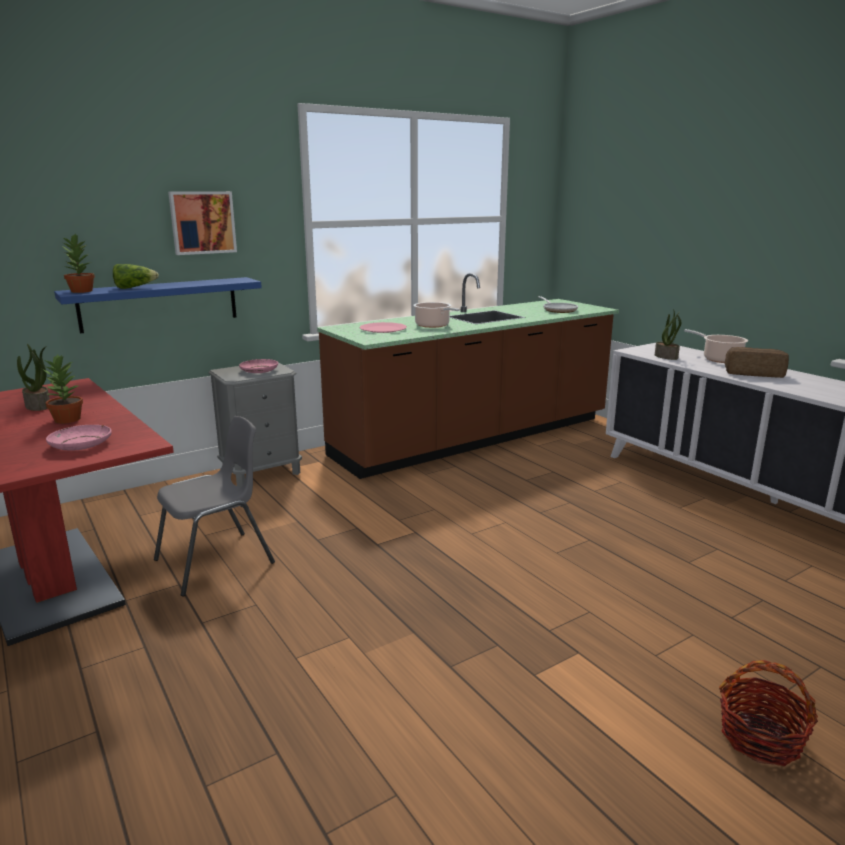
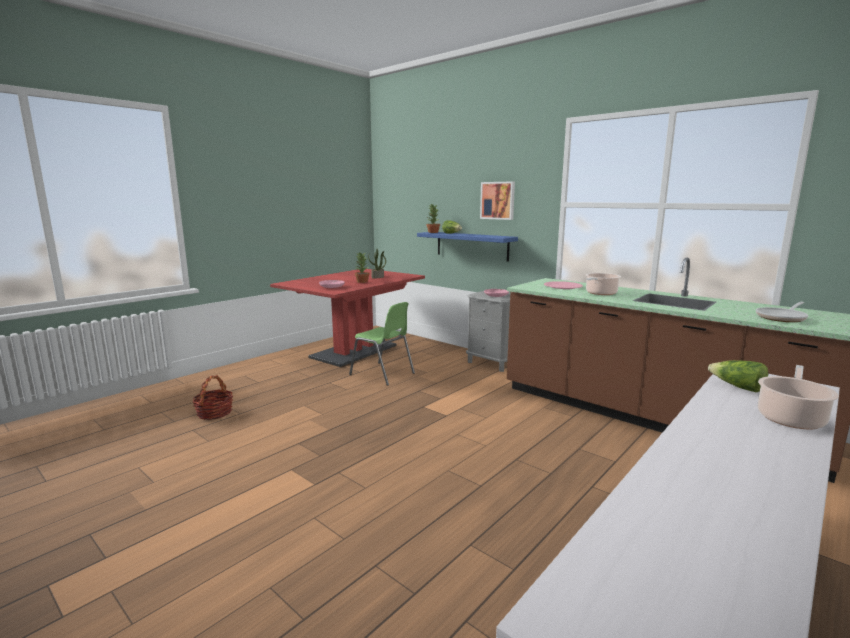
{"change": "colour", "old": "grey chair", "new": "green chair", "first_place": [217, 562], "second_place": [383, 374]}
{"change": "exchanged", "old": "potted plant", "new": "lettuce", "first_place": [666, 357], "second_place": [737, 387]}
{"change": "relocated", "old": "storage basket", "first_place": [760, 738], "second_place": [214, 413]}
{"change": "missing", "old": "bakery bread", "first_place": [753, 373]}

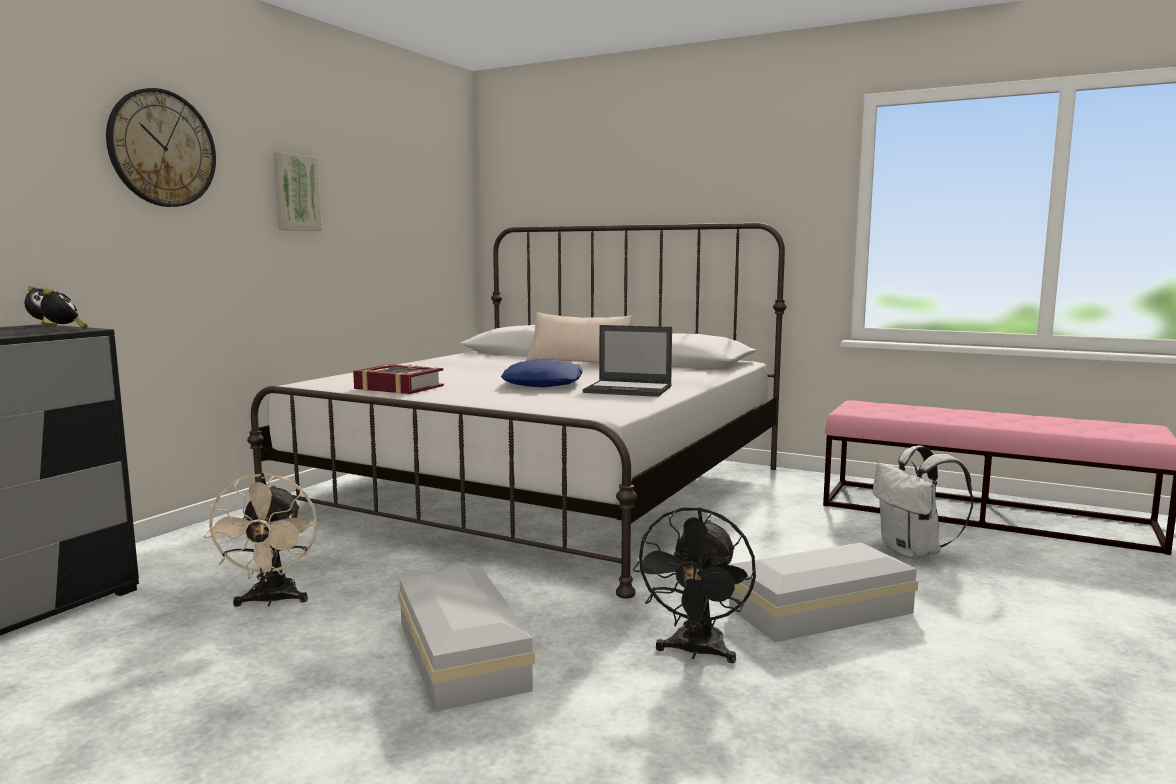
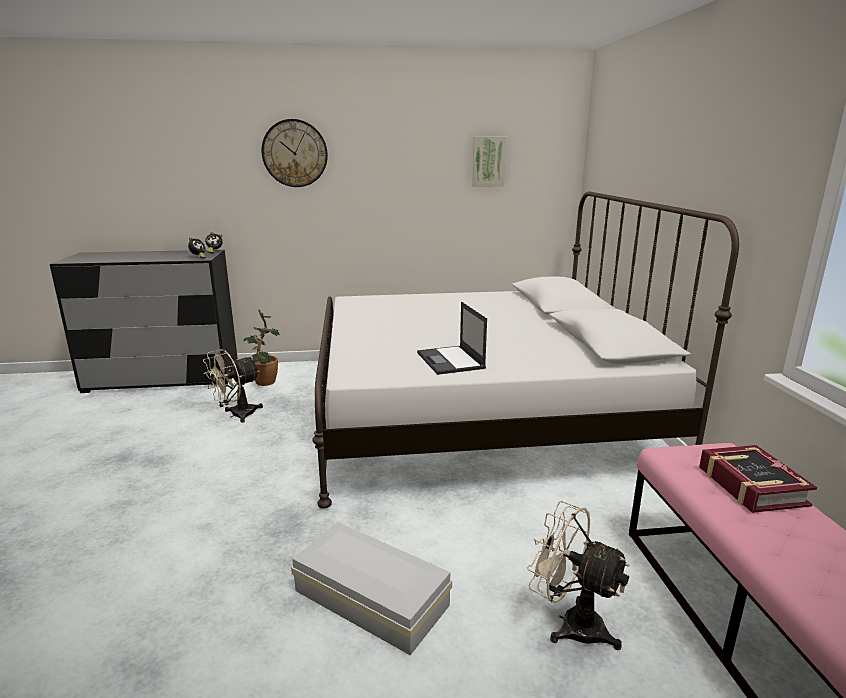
{"change": "relocated", "old": "picture", "first_place": [295, 193], "second_place": [488, 161]}
{"change": "relocated", "old": "book", "first_place": [398, 388], "second_place": [751, 486]}
{"change": "missing", "old": "white-coloured storage box", "first_place": [463, 653]}
{"change": "missing", "old": "bluish cushion", "first_place": [543, 384]}
{"change": "missing", "old": "beige-coloured cushion", "first_place": [578, 362]}
{"change": "missing", "old": "black electric fan", "first_place": [696, 652]}
{"change": "exchanged", "old": "white-coloured knapsack", "new": "beige-coloured electric fan", "first_place": [913, 552], "second_place": [571, 623]}
{"change": "appeared", "new": "potted plant", "second_place": [264, 384]}

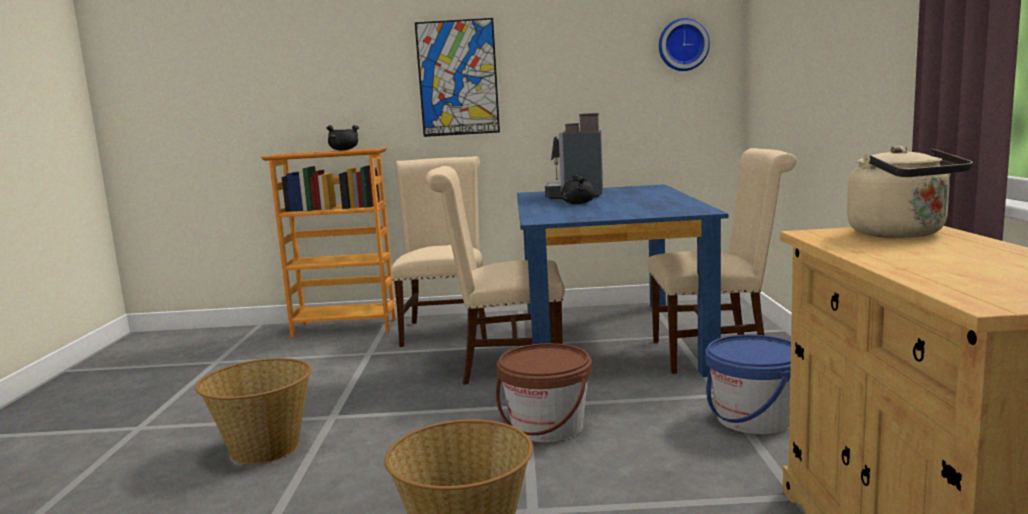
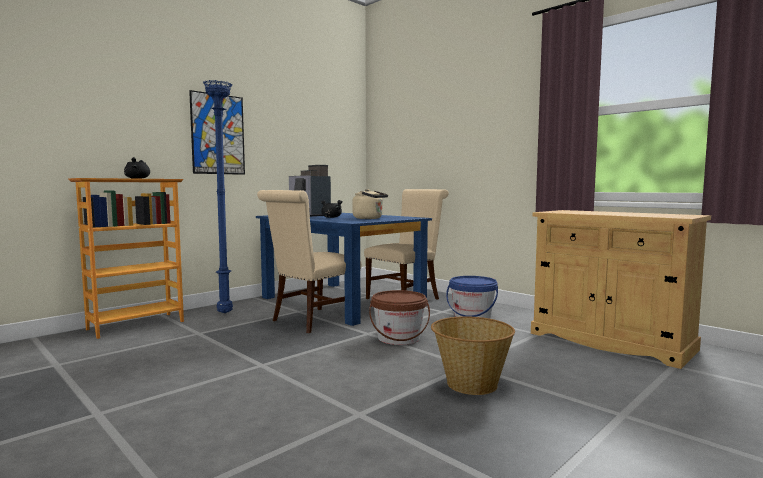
{"change": "missing", "old": "storage basket", "first_place": [264, 448]}
{"change": "exchanged", "old": "beige-coloured chair", "new": "bluish standing lamp", "first_place": [446, 329], "second_place": [226, 313]}
{"change": "missing", "old": "hanging clock", "first_place": [683, 45]}
{"change": "relocated", "old": "beige-coloured kettle", "first_place": [901, 234], "second_place": [369, 218]}

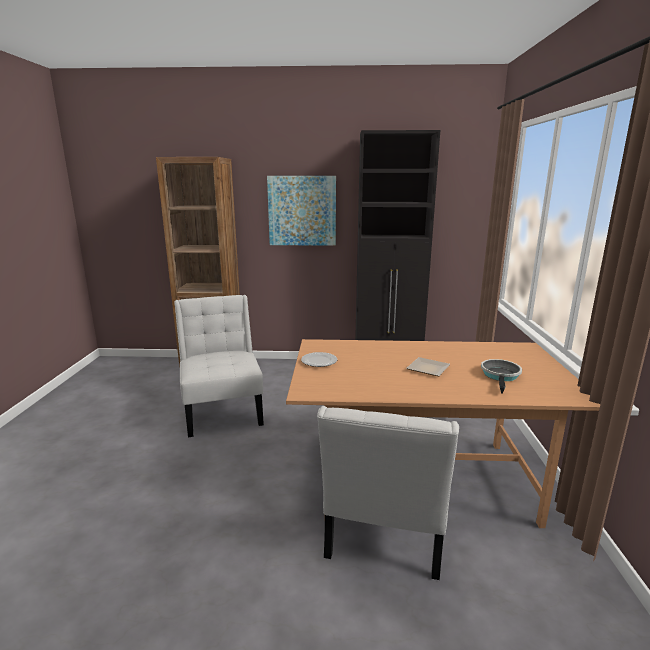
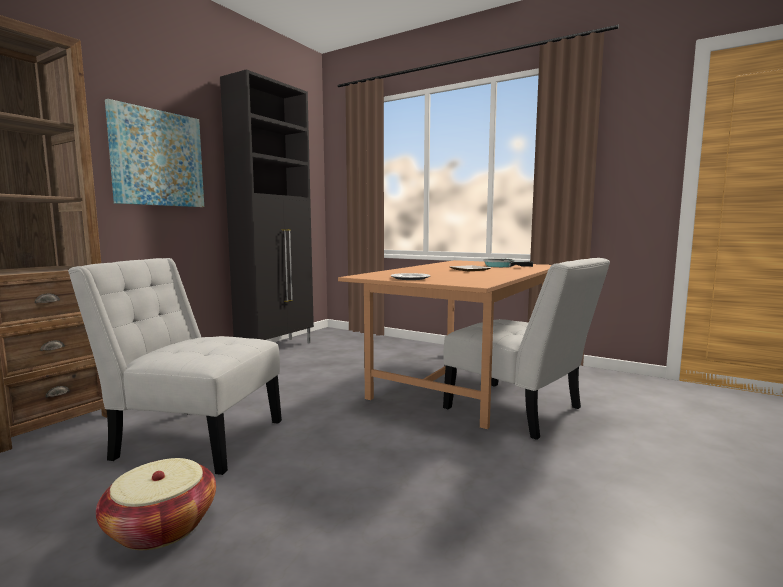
{"change": "appeared", "new": "storage basket", "second_place": [161, 526]}

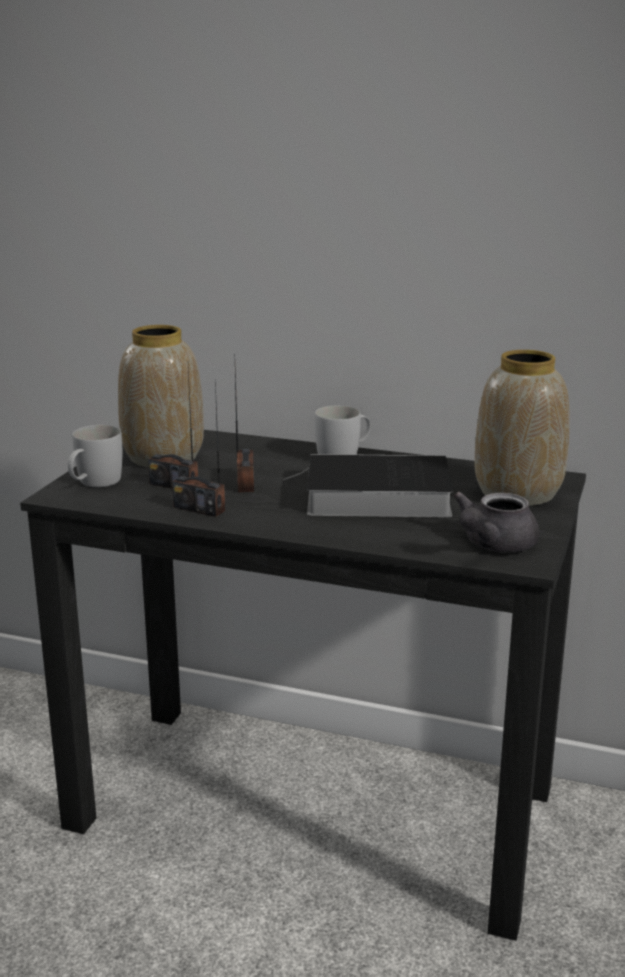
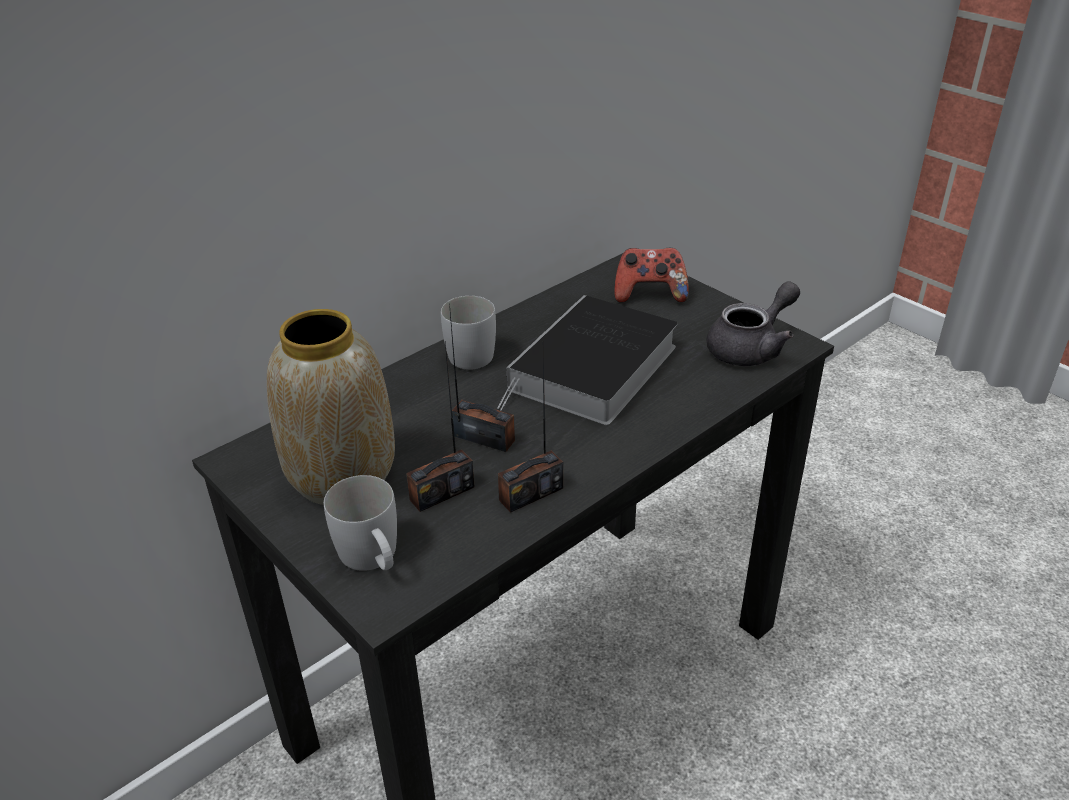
{"change": "spun", "old": "grey tea pot", "first_place": [493, 545], "second_place": [751, 348], "degrees": -105}
{"change": "exchanged", "old": "decorative vase", "new": "game controller", "first_place": [519, 493], "second_place": [650, 294]}

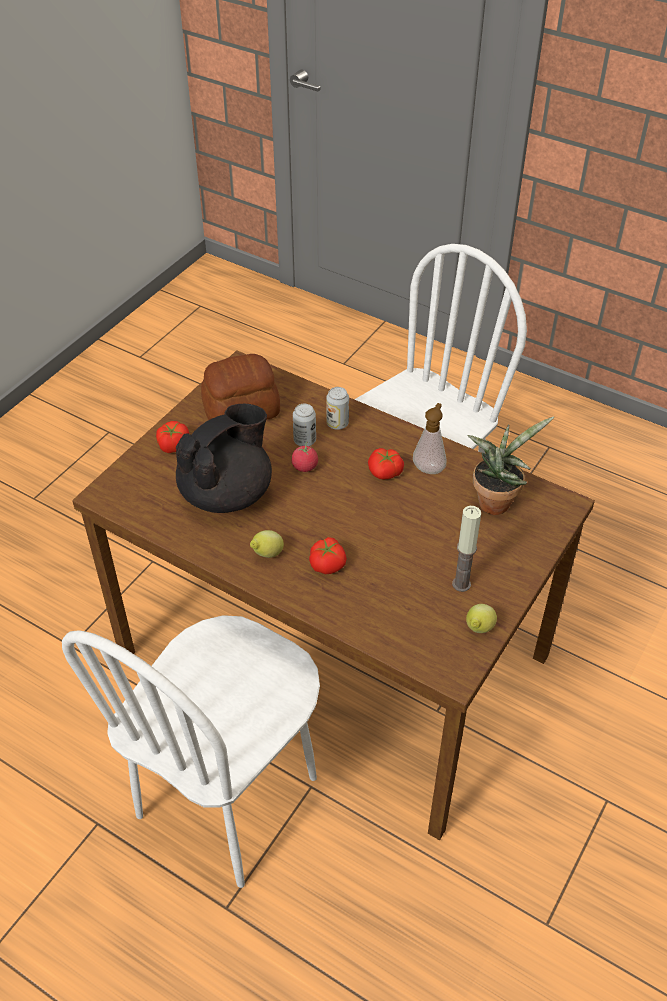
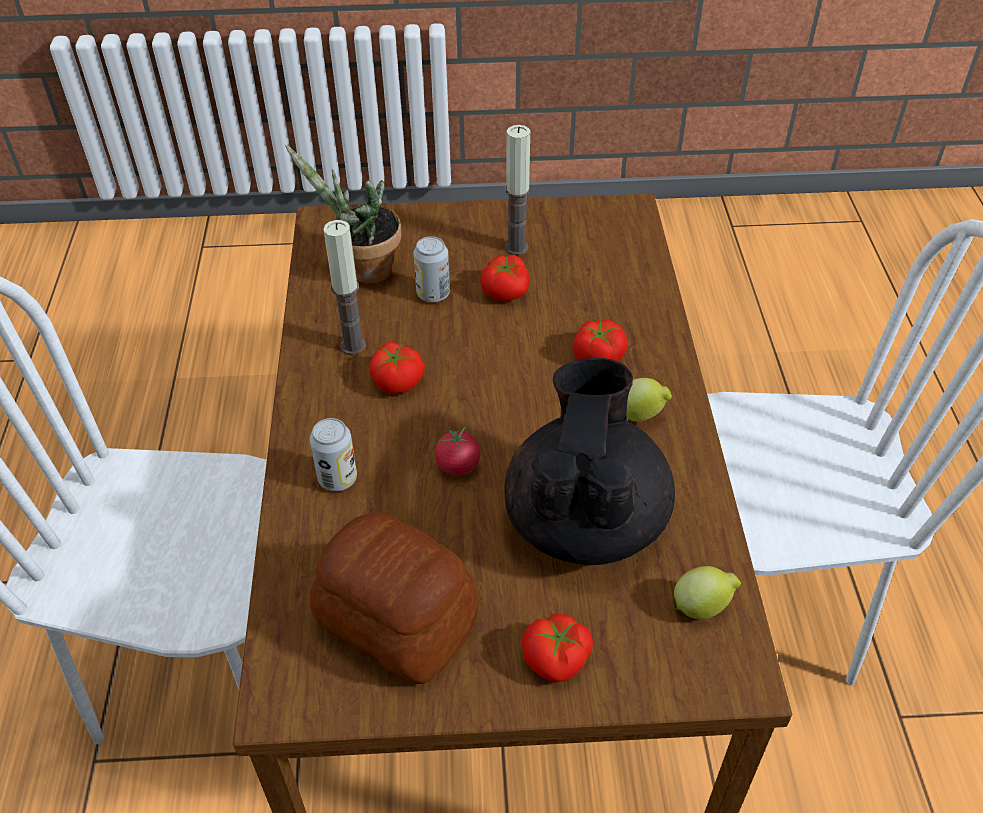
{"change": "spun", "old": "black tea pot", "first_place": [227, 493], "second_place": [585, 519], "degrees": 90}
{"change": "relocated", "old": "metal can", "first_place": [304, 440], "second_place": [433, 294]}
{"change": "exchanged", "old": "soap dispenser", "new": "wax light", "first_place": [429, 467], "second_place": [353, 346]}
{"change": "relocated", "old": "whole lemon", "first_place": [478, 629], "second_place": [702, 607]}
{"change": "appeared", "new": "tomato", "second_place": [506, 291]}

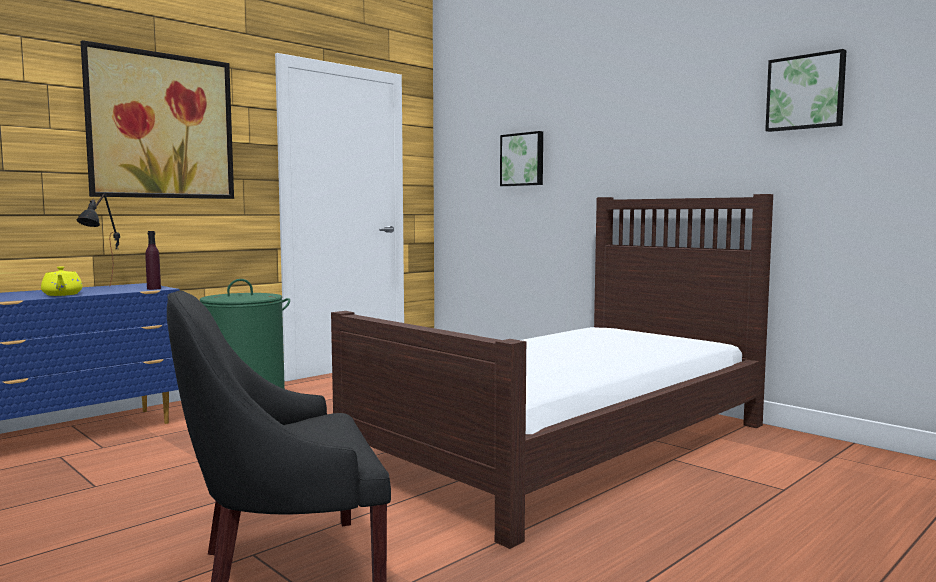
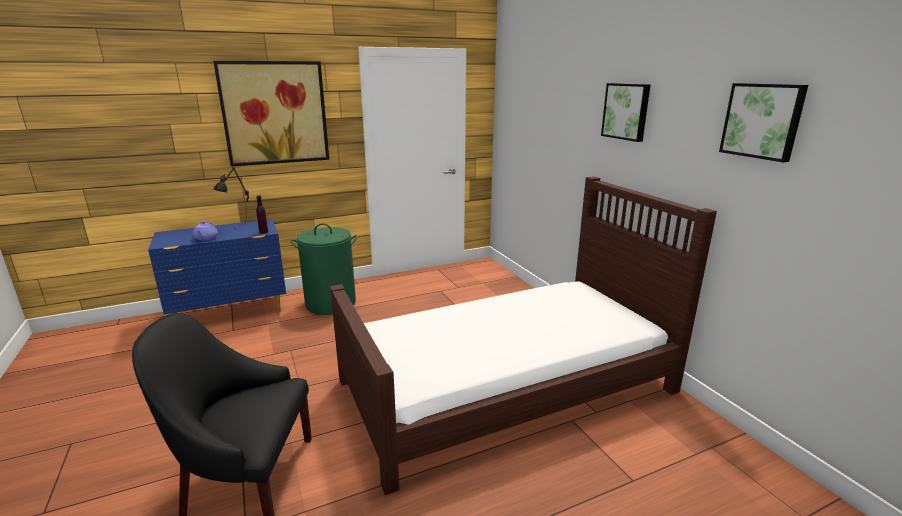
{"change": "colour", "old": "yellow tea pot", "new": "purplish tea pot", "first_place": [62, 295], "second_place": [206, 238]}
{"change": "relocated", "old": "picture", "first_place": [523, 159], "second_place": [626, 111]}

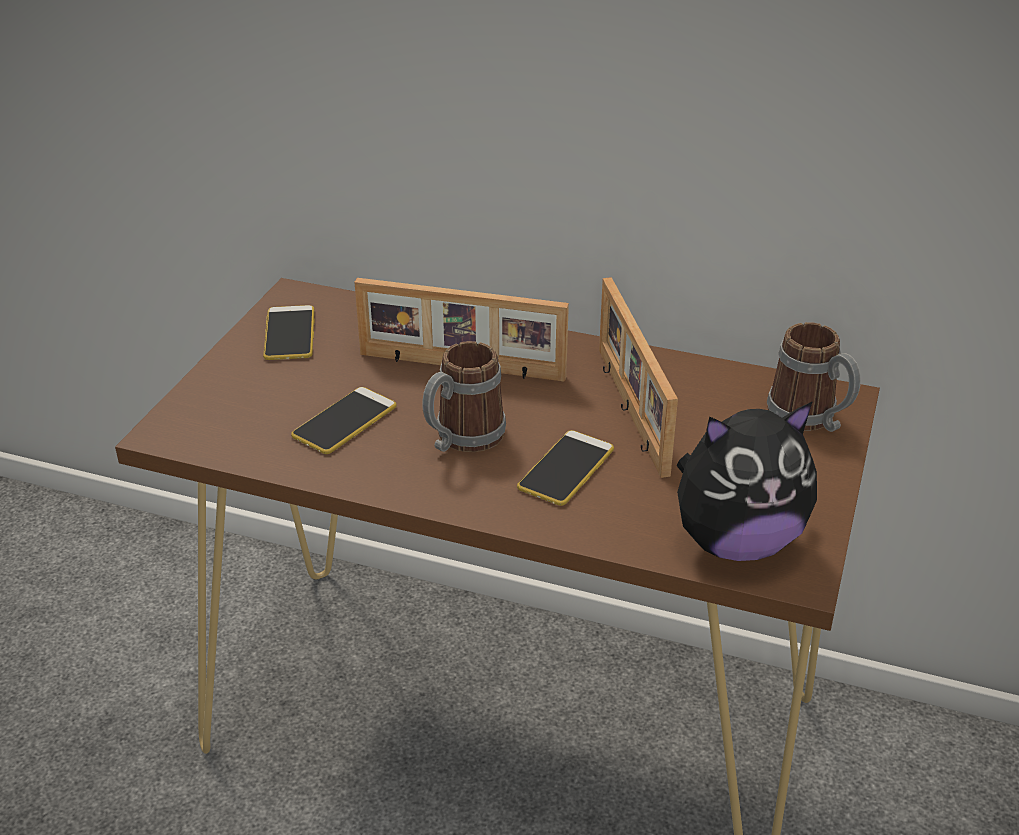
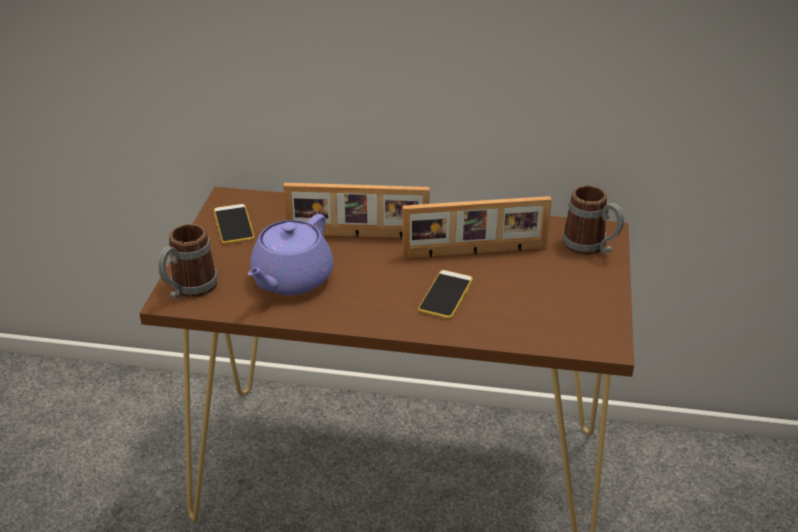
{"change": "exchanged", "old": "handset", "new": "purplish tea pot", "first_place": [344, 421], "second_place": [291, 280]}
{"change": "relocated", "old": "coffee mug", "first_place": [461, 439], "second_place": [189, 290]}
{"change": "spun", "old": "photo frame", "first_place": [628, 409], "second_place": [475, 253], "degrees": -75}
{"change": "missing", "old": "plush toy", "first_place": [736, 541]}

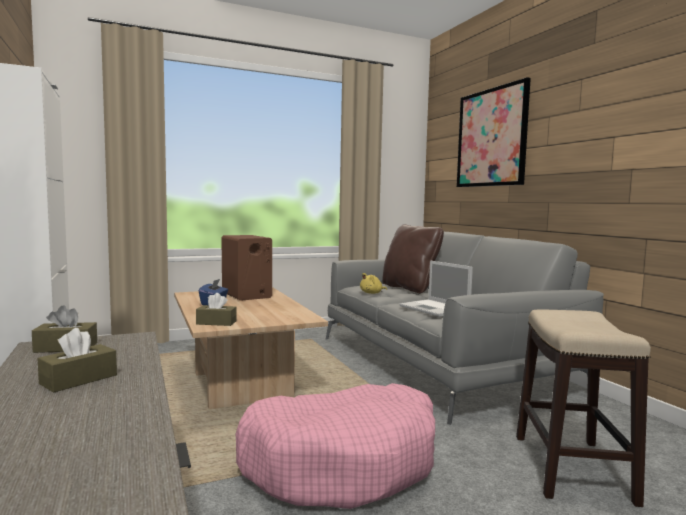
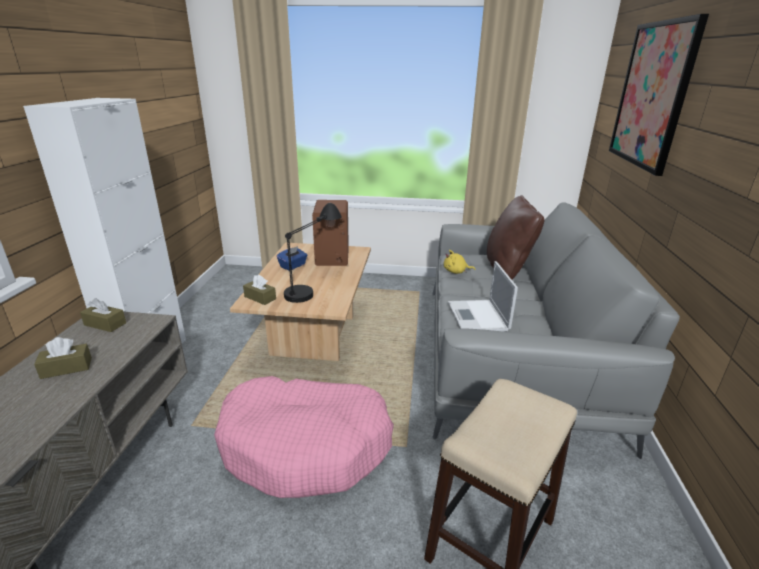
{"change": "appeared", "new": "black lamp for a table", "second_place": [313, 285]}

